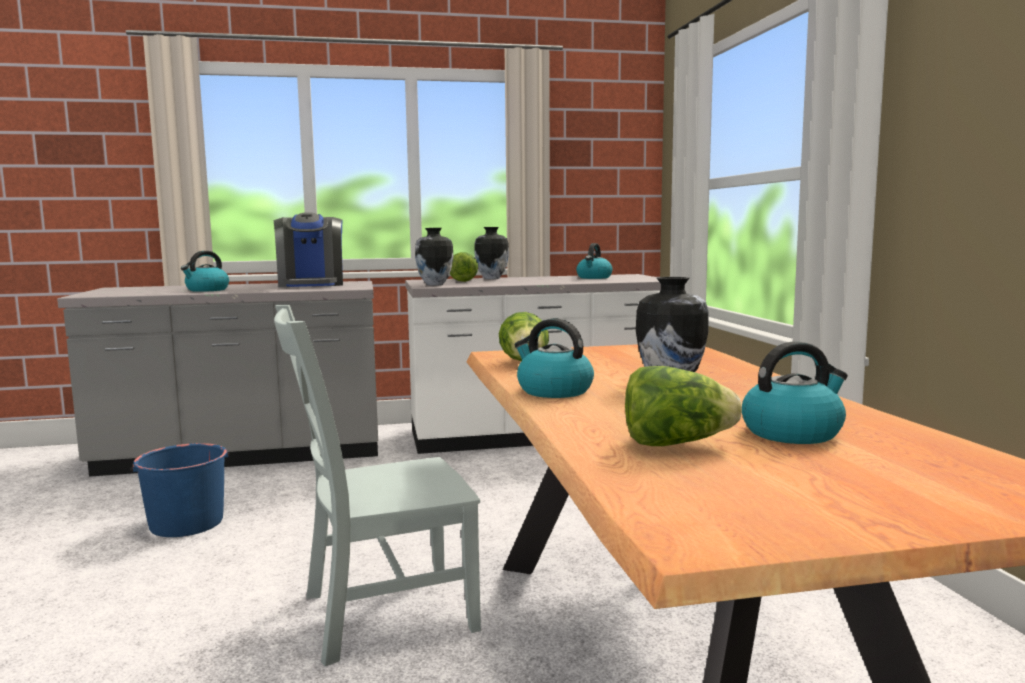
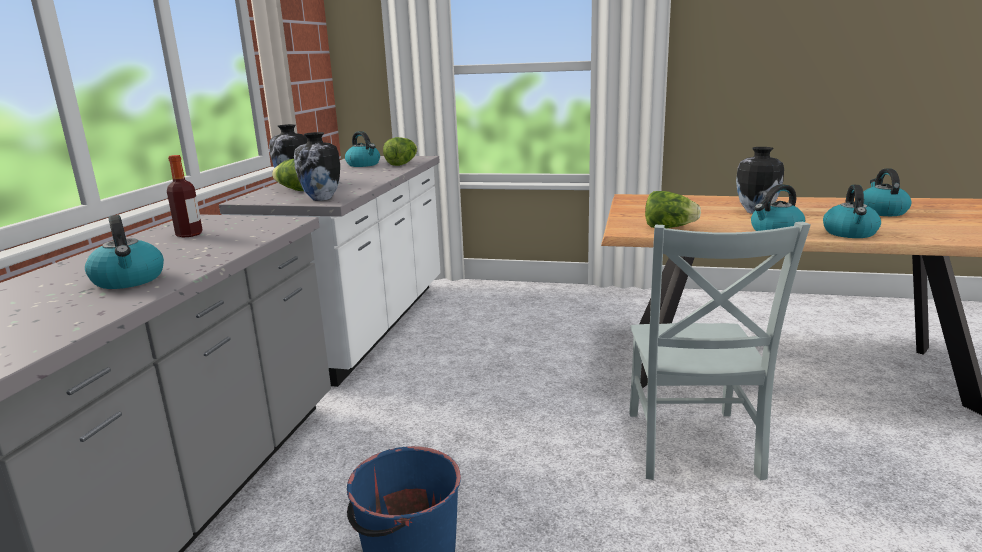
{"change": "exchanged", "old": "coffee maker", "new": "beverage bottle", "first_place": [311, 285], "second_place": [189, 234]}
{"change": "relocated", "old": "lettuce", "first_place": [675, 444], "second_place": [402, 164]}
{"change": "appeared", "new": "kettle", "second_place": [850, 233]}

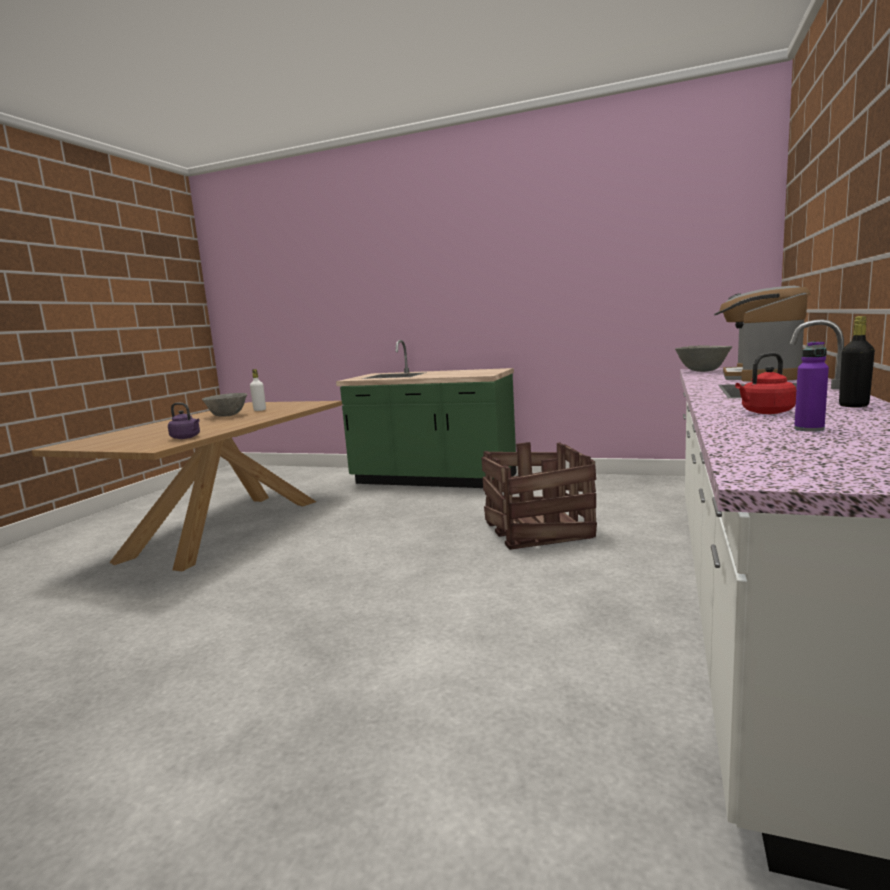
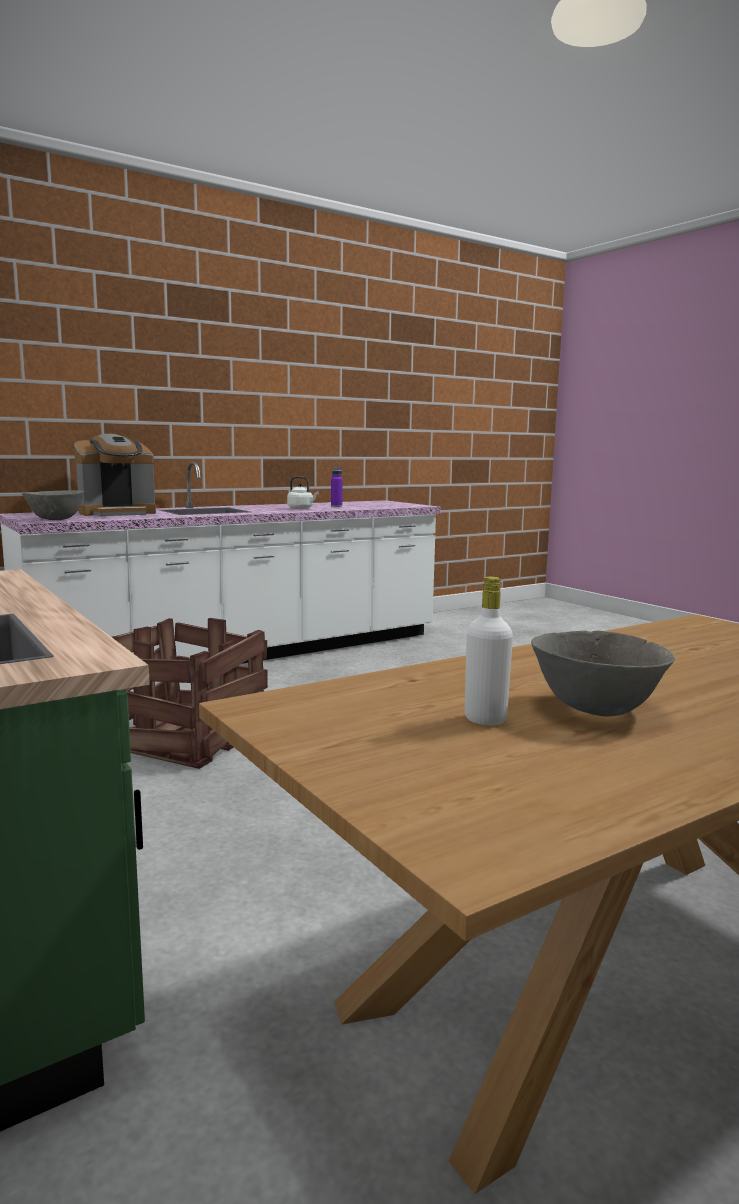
{"change": "missing", "old": "purplish kettle", "first_place": [186, 437]}
{"change": "colour", "old": "reddish kettle", "new": "white-coloured kettle", "first_place": [765, 412], "second_place": [301, 508]}
{"change": "missing", "old": "black beverage bottle", "first_place": [853, 406]}

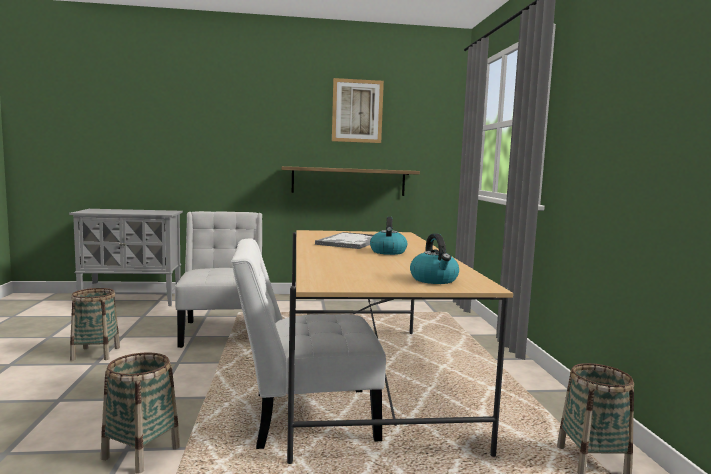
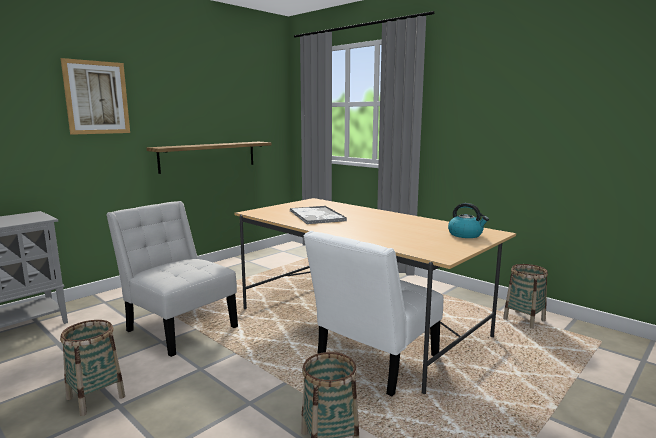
{"change": "relocated", "old": "picture", "first_place": [357, 111], "second_place": [97, 97]}
{"change": "missing", "old": "kettle", "first_place": [387, 252]}

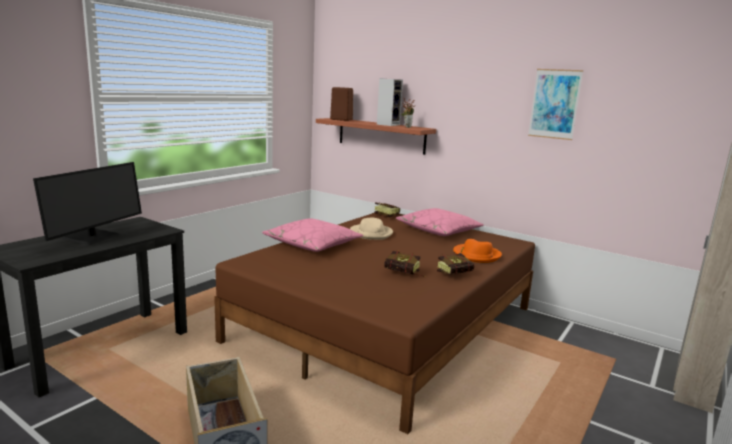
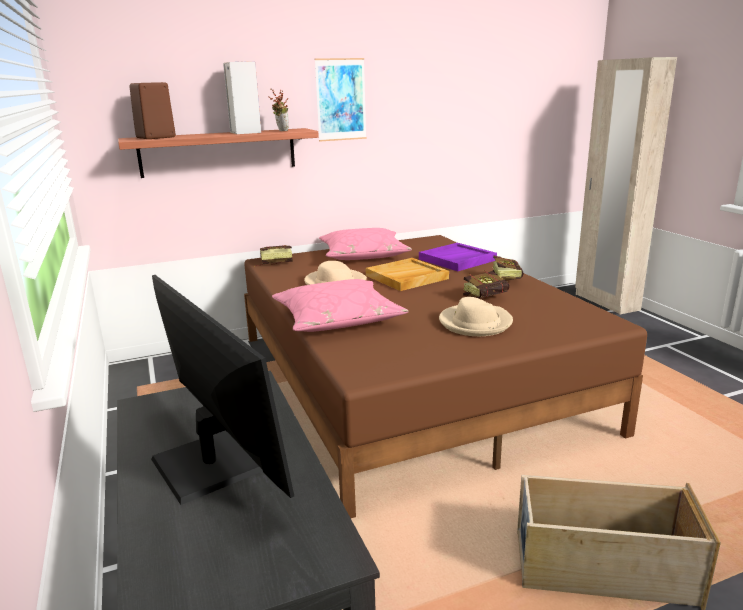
{"change": "exchanged", "old": "orange-coloured hat", "new": "purplish tray", "first_place": [476, 255], "second_place": [457, 260]}
{"change": "relocated", "old": "picture", "first_place": [554, 104], "second_place": [341, 100]}
{"change": "appeared", "new": "beige-coloured tray", "second_place": [406, 277]}
{"change": "appeared", "new": "beige-coloured hat", "second_place": [475, 323]}

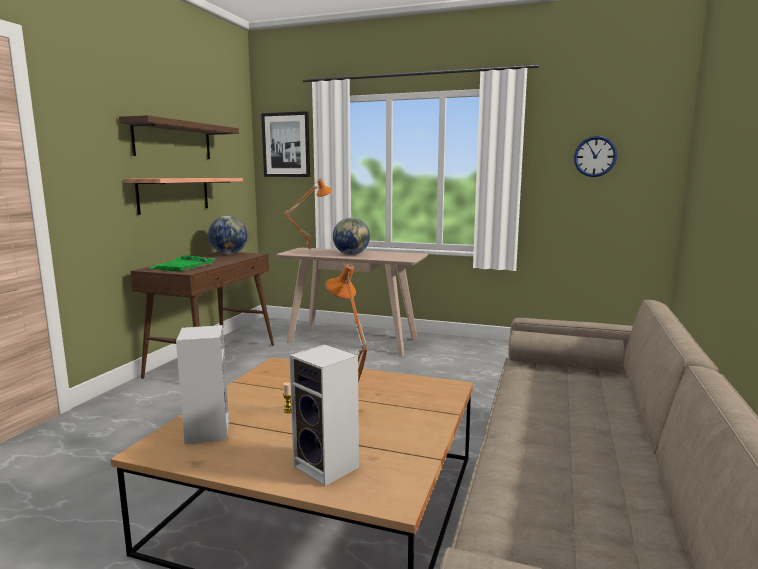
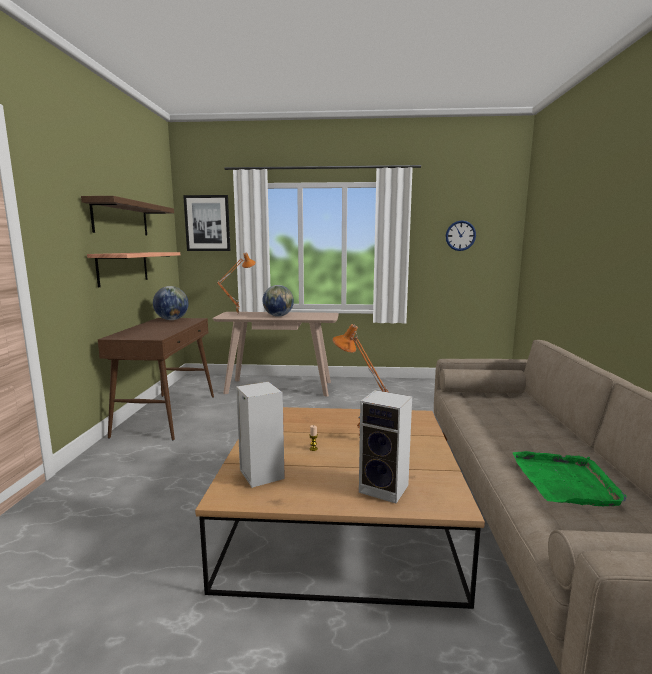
{"change": "relocated", "old": "green tray", "first_place": [183, 266], "second_place": [565, 481]}

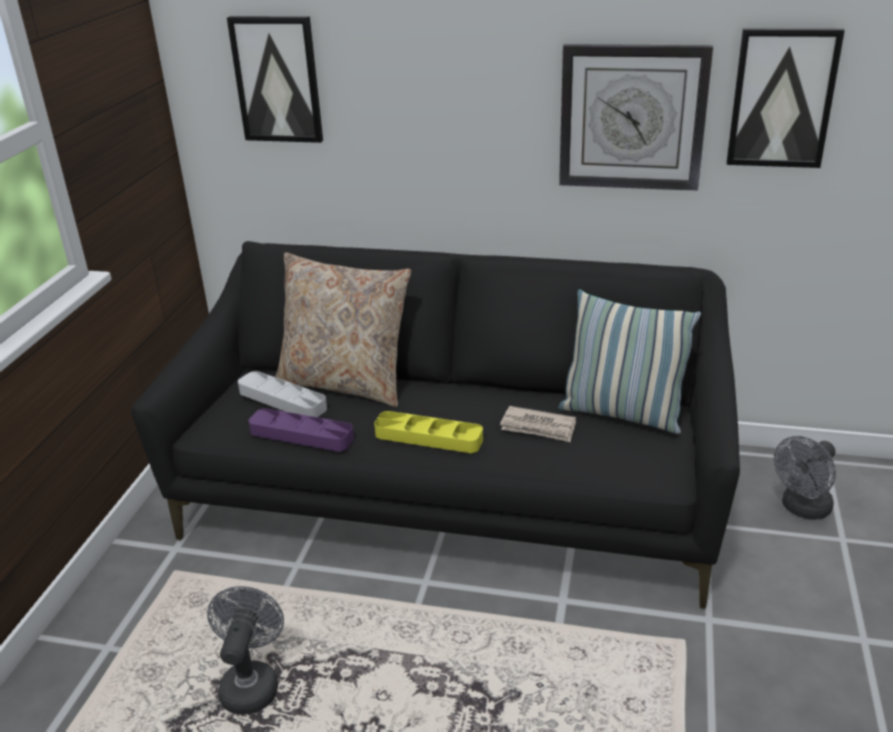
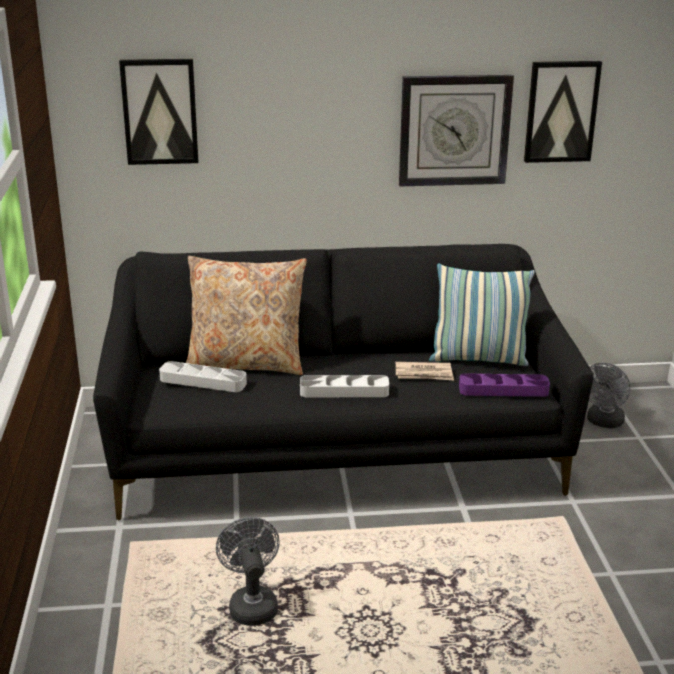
{"change": "relocated", "old": "purplish tray", "first_place": [301, 435], "second_place": [503, 390]}
{"change": "colour", "old": "yellow tray", "new": "grey tray", "first_place": [428, 437], "second_place": [344, 391]}

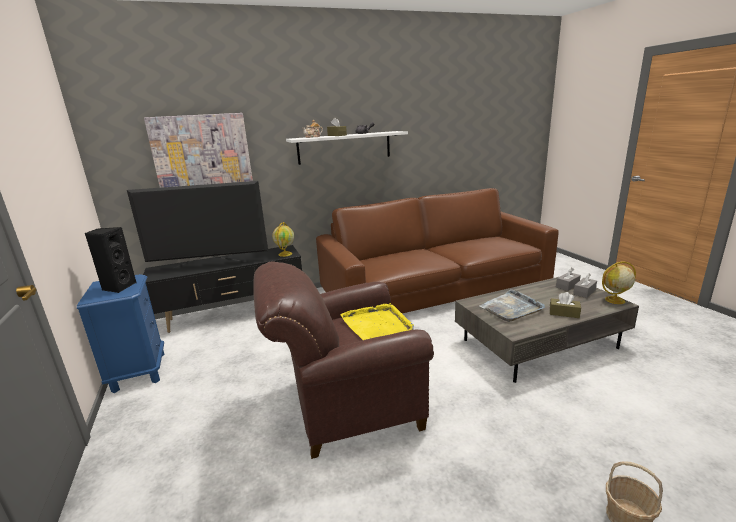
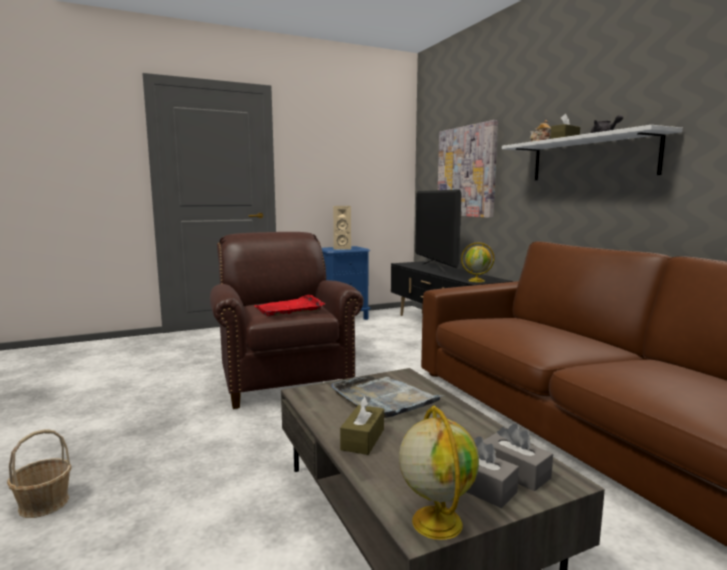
{"change": "colour", "old": "black speaker", "new": "beige-coloured speaker", "first_place": [118, 287], "second_place": [343, 248]}
{"change": "colour", "old": "yellow tray", "new": "reddish tray", "first_place": [377, 325], "second_place": [290, 308]}

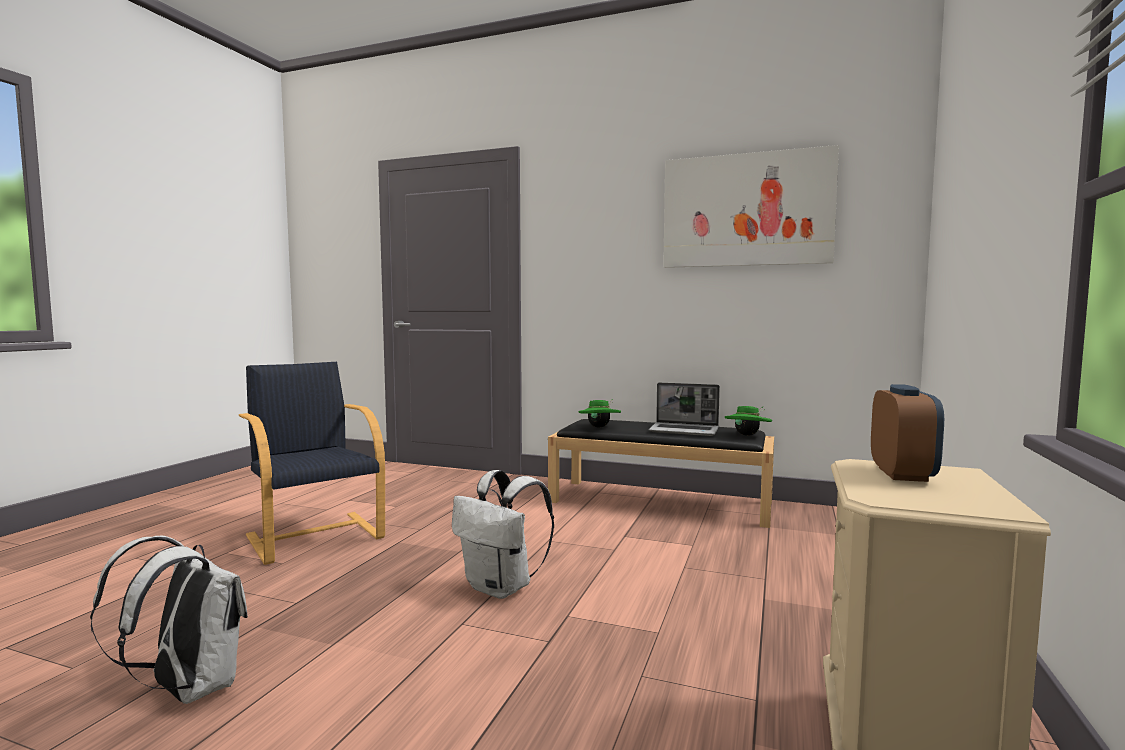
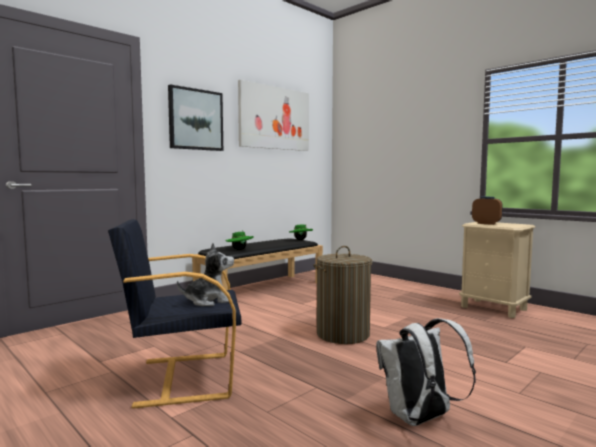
{"change": "exchanged", "old": "white-coloured knapsack", "new": "washing basket", "first_place": [501, 588], "second_place": [343, 334]}
{"change": "missing", "old": "notebook computer", "first_place": [685, 430]}
{"change": "appeared", "new": "picture", "second_place": [195, 119]}
{"change": "appeared", "new": "plush toy", "second_place": [208, 301]}

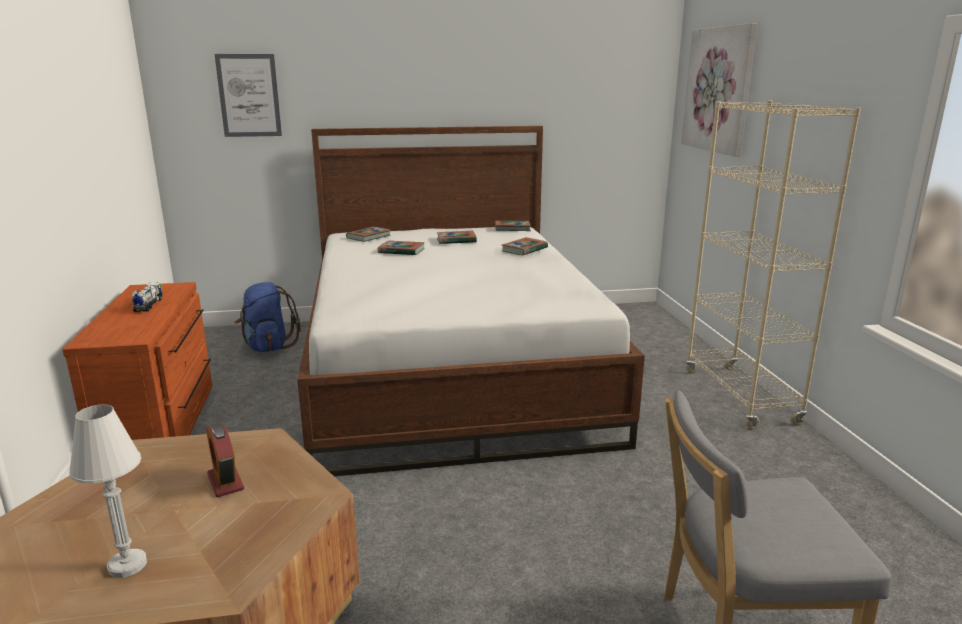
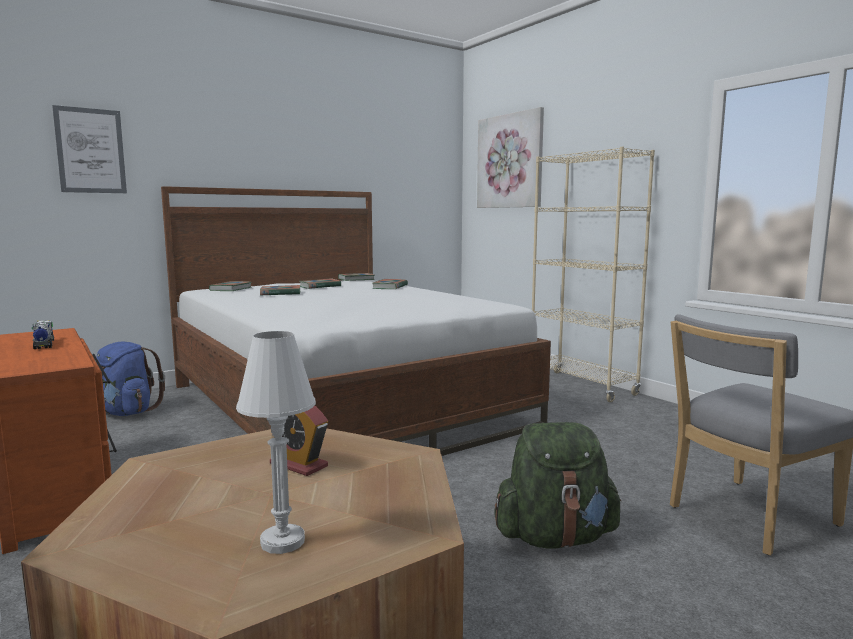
{"change": "appeared", "new": "green knapsack", "second_place": [555, 537]}

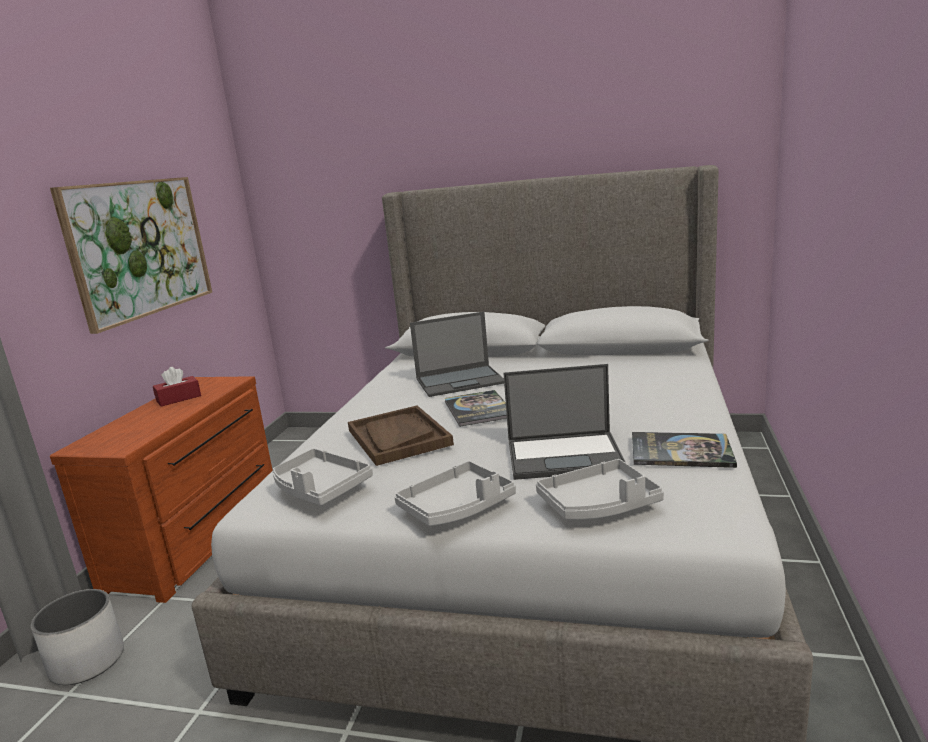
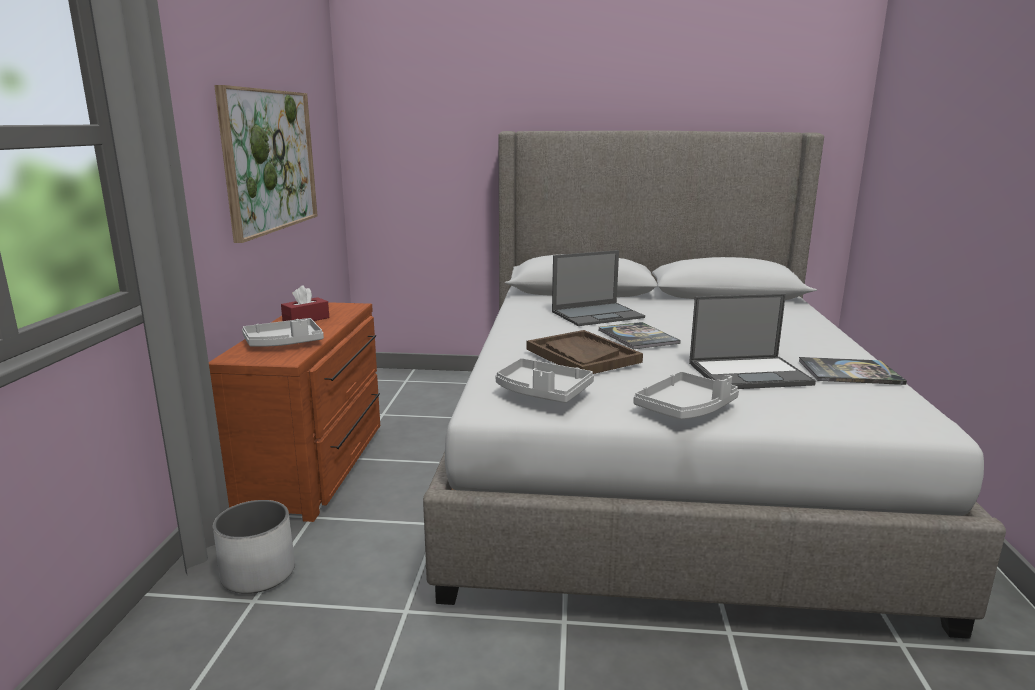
{"change": "relocated", "old": "grey tray", "first_place": [599, 505], "second_place": [284, 343]}

